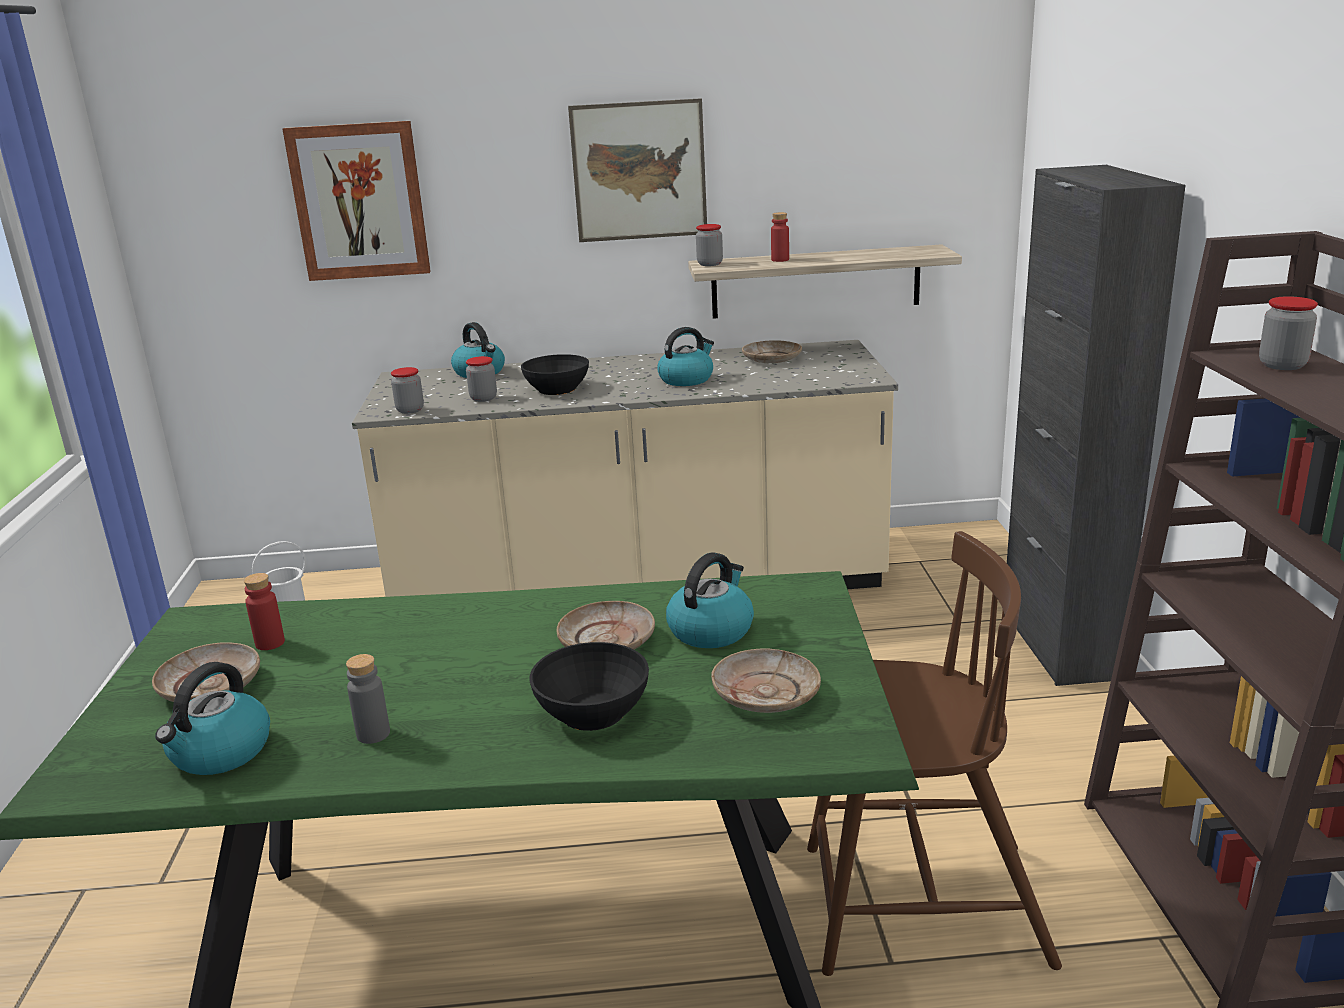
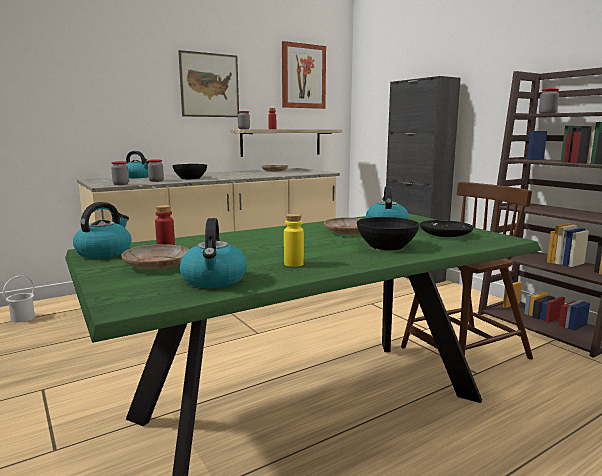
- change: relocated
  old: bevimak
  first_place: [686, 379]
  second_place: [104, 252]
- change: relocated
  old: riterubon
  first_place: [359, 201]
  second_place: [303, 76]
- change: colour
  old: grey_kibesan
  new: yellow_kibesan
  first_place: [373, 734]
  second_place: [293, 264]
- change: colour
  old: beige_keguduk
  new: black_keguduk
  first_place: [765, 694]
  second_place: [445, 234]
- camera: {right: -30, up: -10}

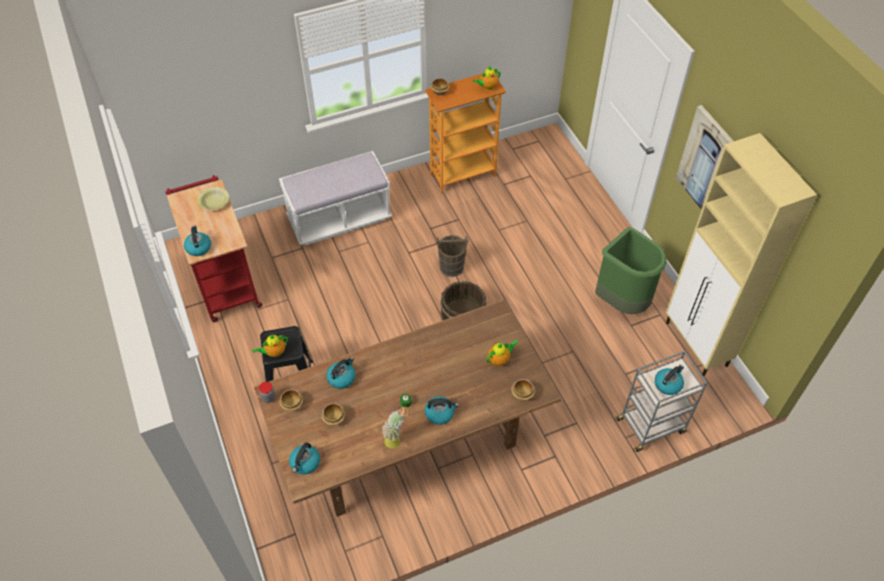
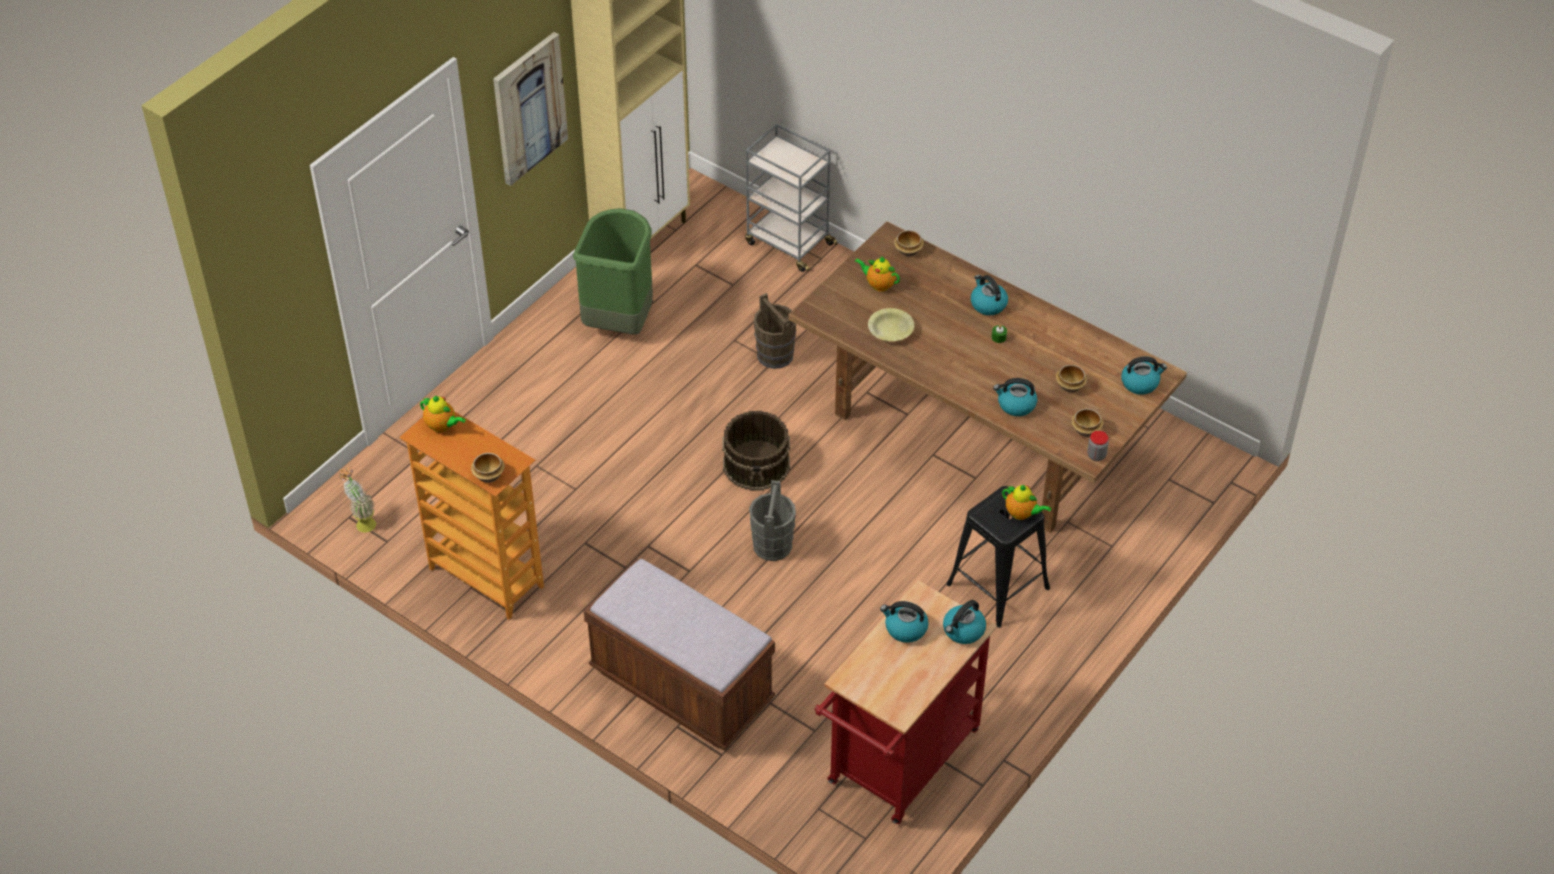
- change: relocated
  old: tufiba
  first_place: [396, 439]
  second_place: [362, 522]
- change: colour
  old: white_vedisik
  new: brown_vedisik
  first_place: [339, 219]
  second_place: [681, 687]
- change: appeared
  new: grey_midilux
  second_place: [772, 545]
- change: relocated
  old: brown_midilux
  first_place: [451, 267]
  second_place: [775, 355]
- change: relocated
  old: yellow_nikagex
  first_place: [214, 202]
  second_place: [890, 330]
- change: relocated
  old: bevimak
  first_place: [668, 384]
  second_place: [905, 628]
- camera: {right: -120, up: -5}

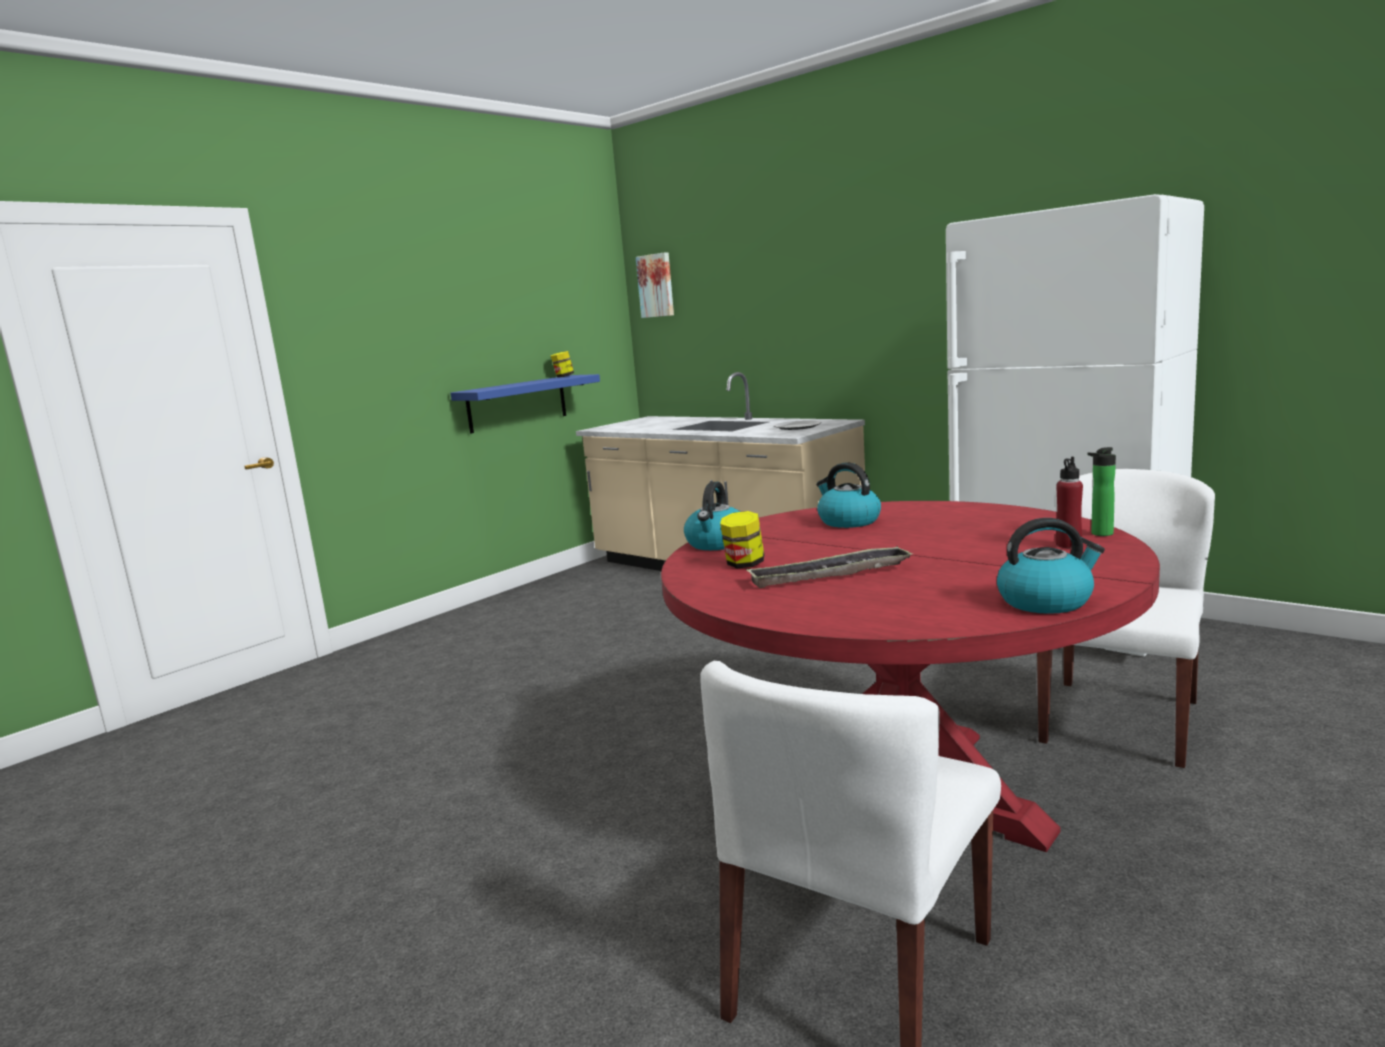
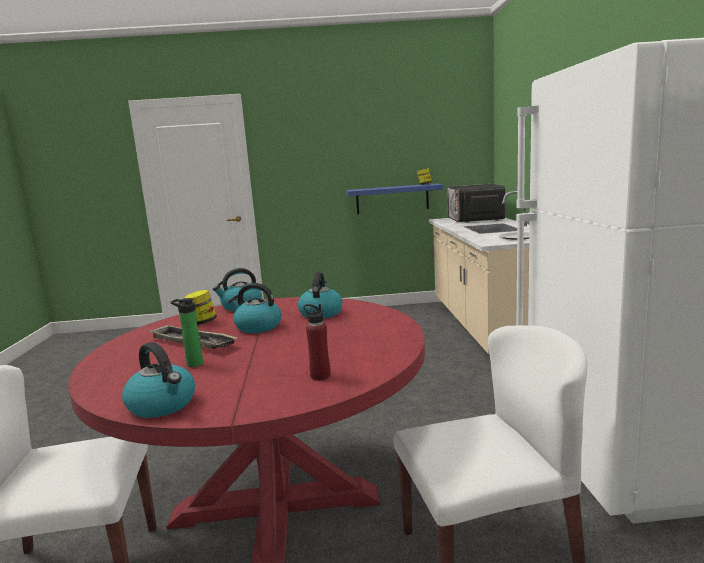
- change: relocated
  old: kibesan
  first_place: [1100, 534]
  second_place: [192, 364]
- change: appeared
  new: bevimak
  second_place: [257, 327]
- change: appeared
  new: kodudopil
  second_place: [474, 219]
- change: missing
  old: riterubon
  first_place: [656, 285]
- camera: {right: 45, up: 0}

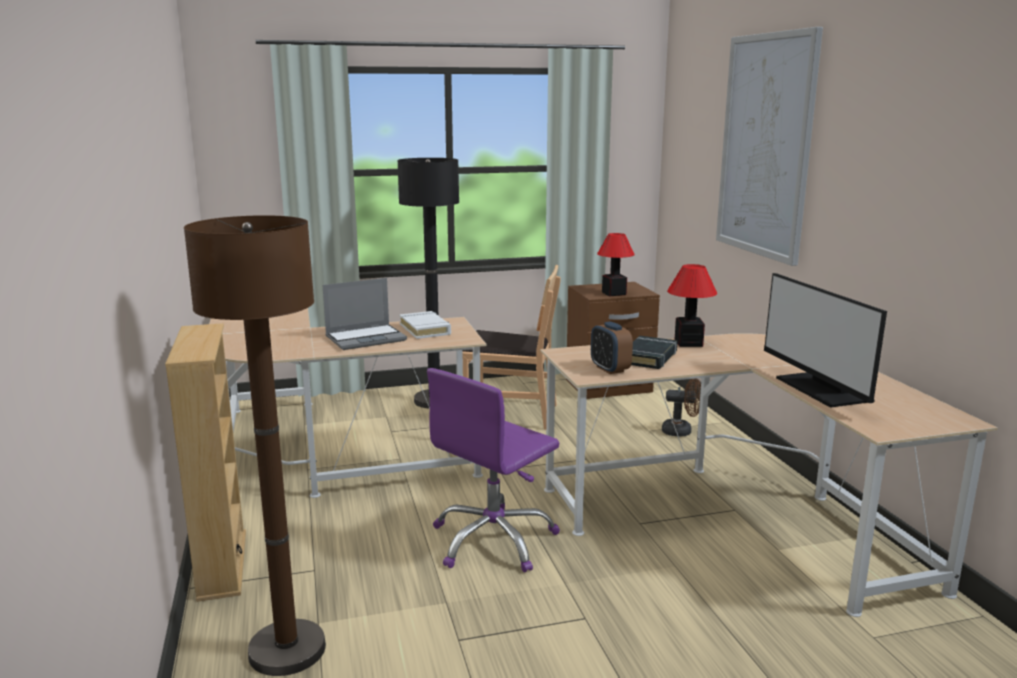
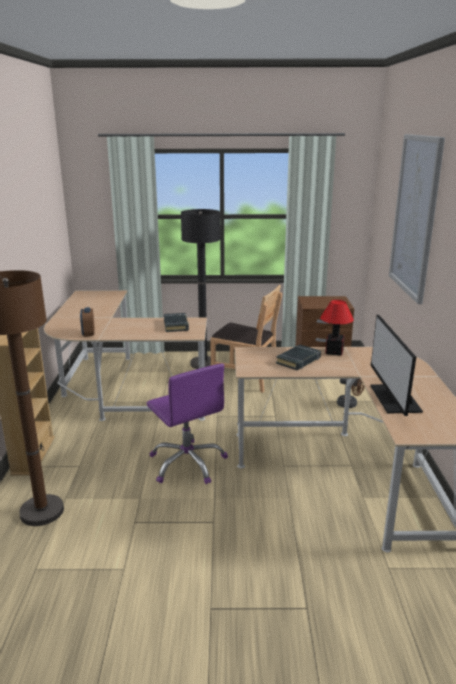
- change: relocated
  old: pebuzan
  first_place: [610, 369]
  second_place: [88, 333]
- change: spun
  old: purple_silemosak
  first_place: [494, 540]
  second_place: [188, 463]
  degrees: -90
- change: colour
  old: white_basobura
  new: black_basobura
  first_place: [425, 329]
  second_place: [176, 325]
- change: missing
  old: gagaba
  first_place: [366, 338]
- change: missing
  old: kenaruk
  first_place: [614, 293]
- camera: {right: 15, up: 5}

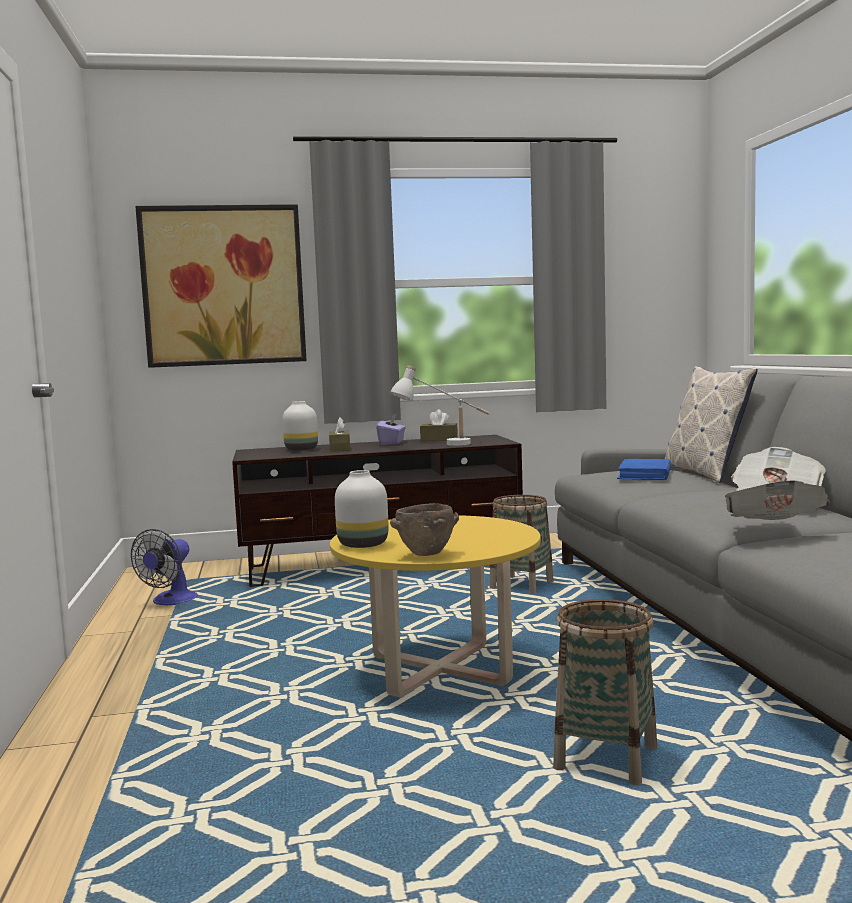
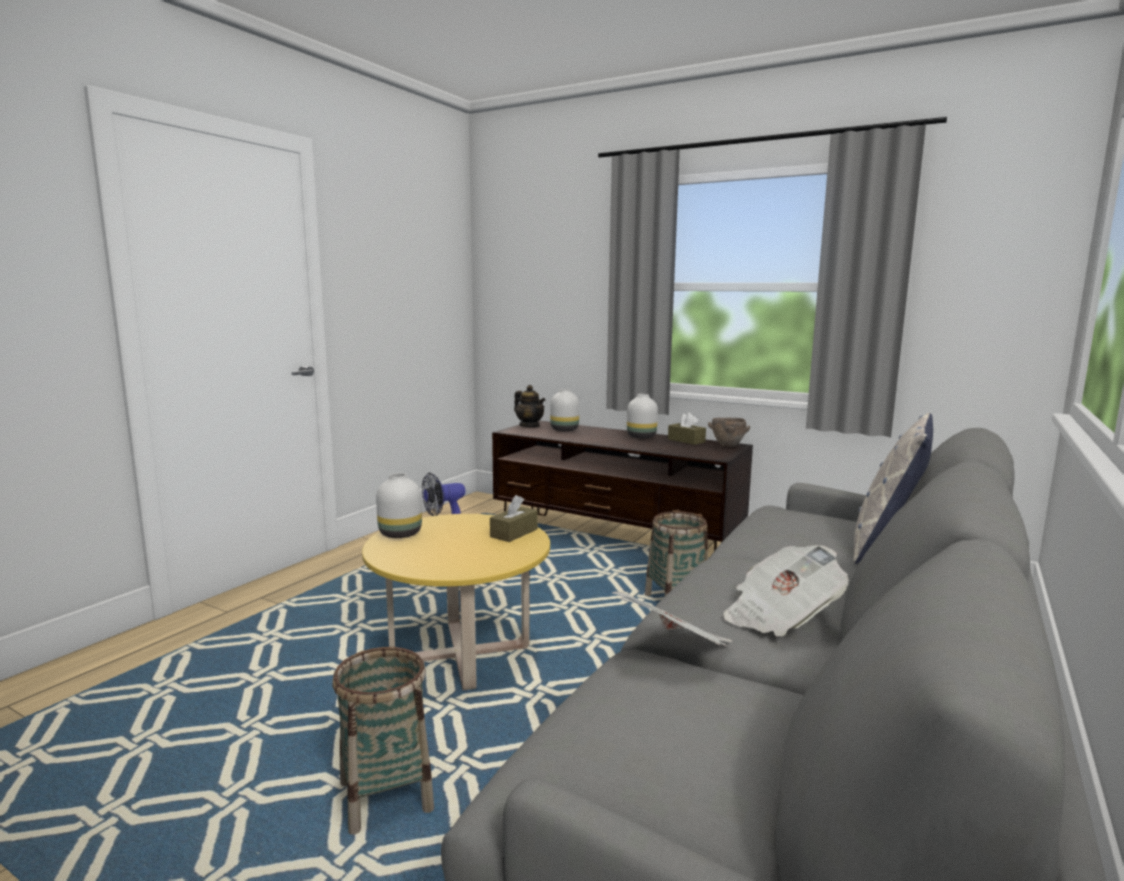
- change: relocated
  old: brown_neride
  first_place: [340, 448]
  second_place: [514, 533]
- change: appeared
  new: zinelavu
  second_place: [529, 426]
- change: exchanged
  old: purple_neride
  new: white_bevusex
  first_place: [392, 443]
  second_place: [641, 436]
- change: relocated
  old: brown_nikagex
  first_place: [427, 554]
  second_place: [728, 446]
- change: missing
  old: riterubon
  first_place: [223, 286]
- change: missing
  old: white_kenaruk
  first_place: [443, 445]
- change: missing
  old: blue_basobura
  first_place: [645, 474]
- camera: {right: 40, up: 5}

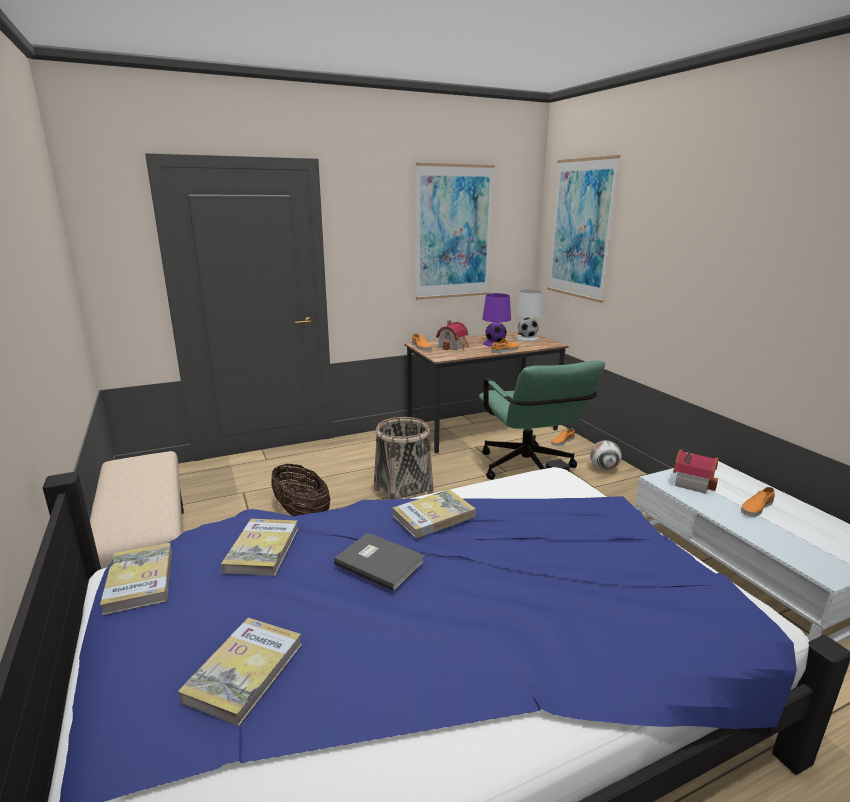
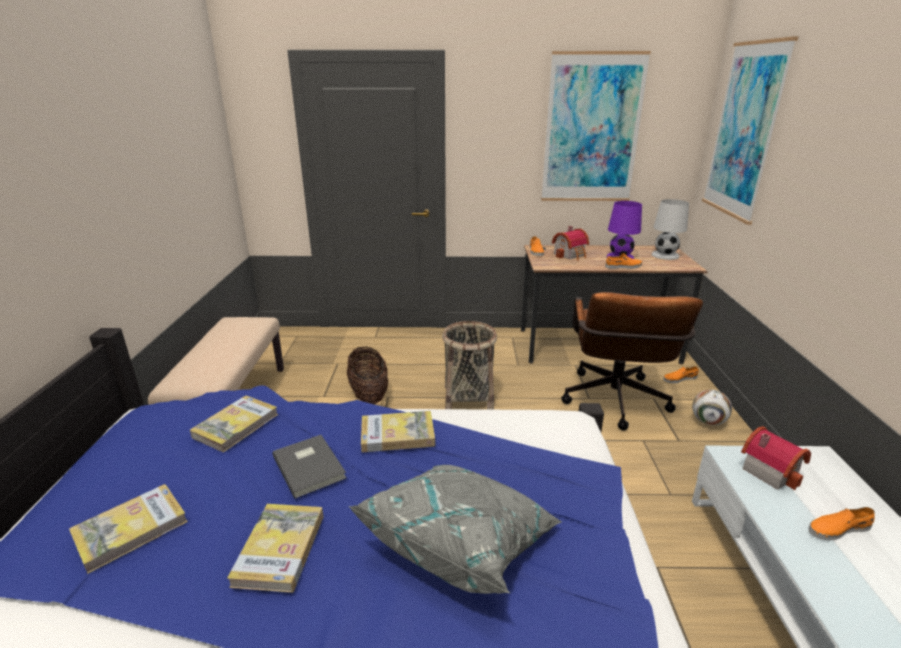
- change: relocated
  old: basobura
  first_place: [140, 580]
  second_place: [280, 549]
- change: appeared
  new: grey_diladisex
  second_place: [462, 542]
- change: colour
  old: green_silemosak
  new: brown_silemosak
  first_place: [529, 471]
  second_place: [615, 404]
- camera: {right: 25, up: 5}

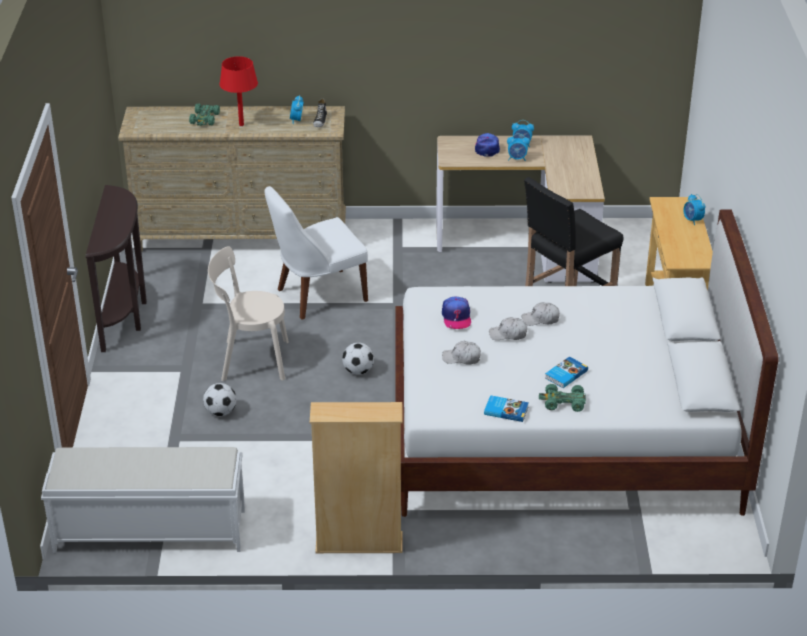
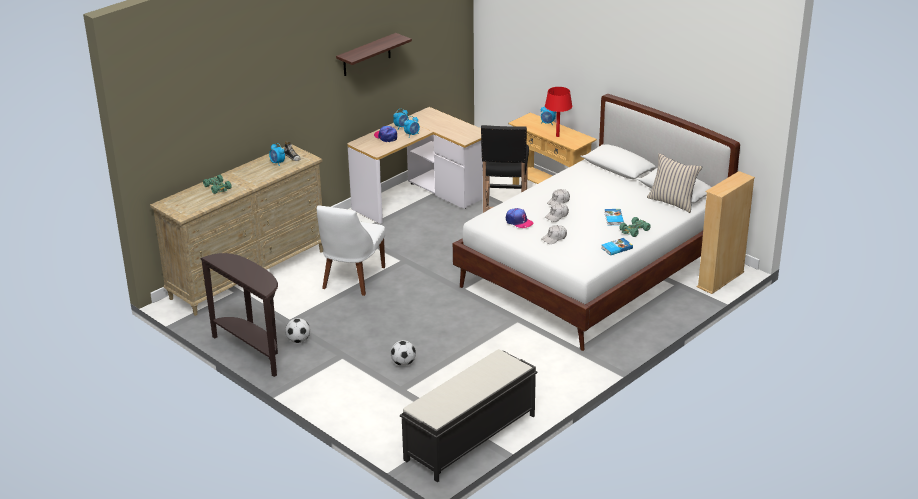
- change: relocated
  old: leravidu
  first_place: [358, 371]
  second_place: [298, 340]
- change: appeared
  new: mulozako
  second_place: [366, 55]
- change: colour
  old: white_vedisik
  new: black_vedisik
  first_place: [148, 530]
  second_place: [469, 438]
- change: relocated
  old: red_kenaruk
  first_place: [241, 125]
  second_place: [557, 136]
- change: appeared
  new: beige_diladisex
  second_place: [672, 202]
- change: relocated
  old: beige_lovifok
  first_place: [359, 543]
  second_place: [720, 280]
- change: missing
  old: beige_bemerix
  first_place: [250, 360]
- camera: {right: -45, up: -5}

